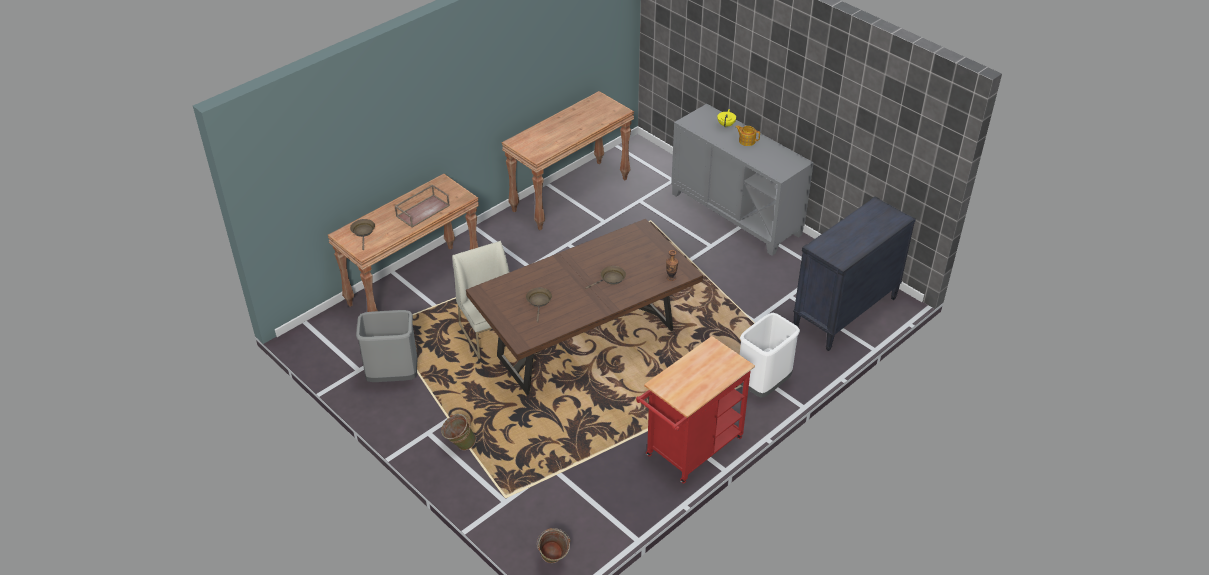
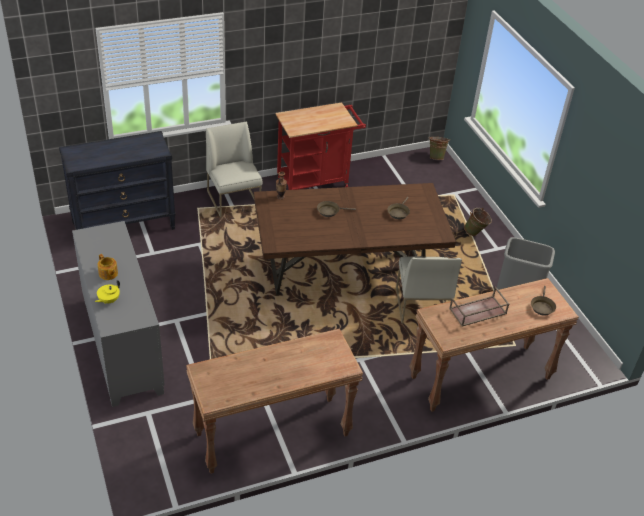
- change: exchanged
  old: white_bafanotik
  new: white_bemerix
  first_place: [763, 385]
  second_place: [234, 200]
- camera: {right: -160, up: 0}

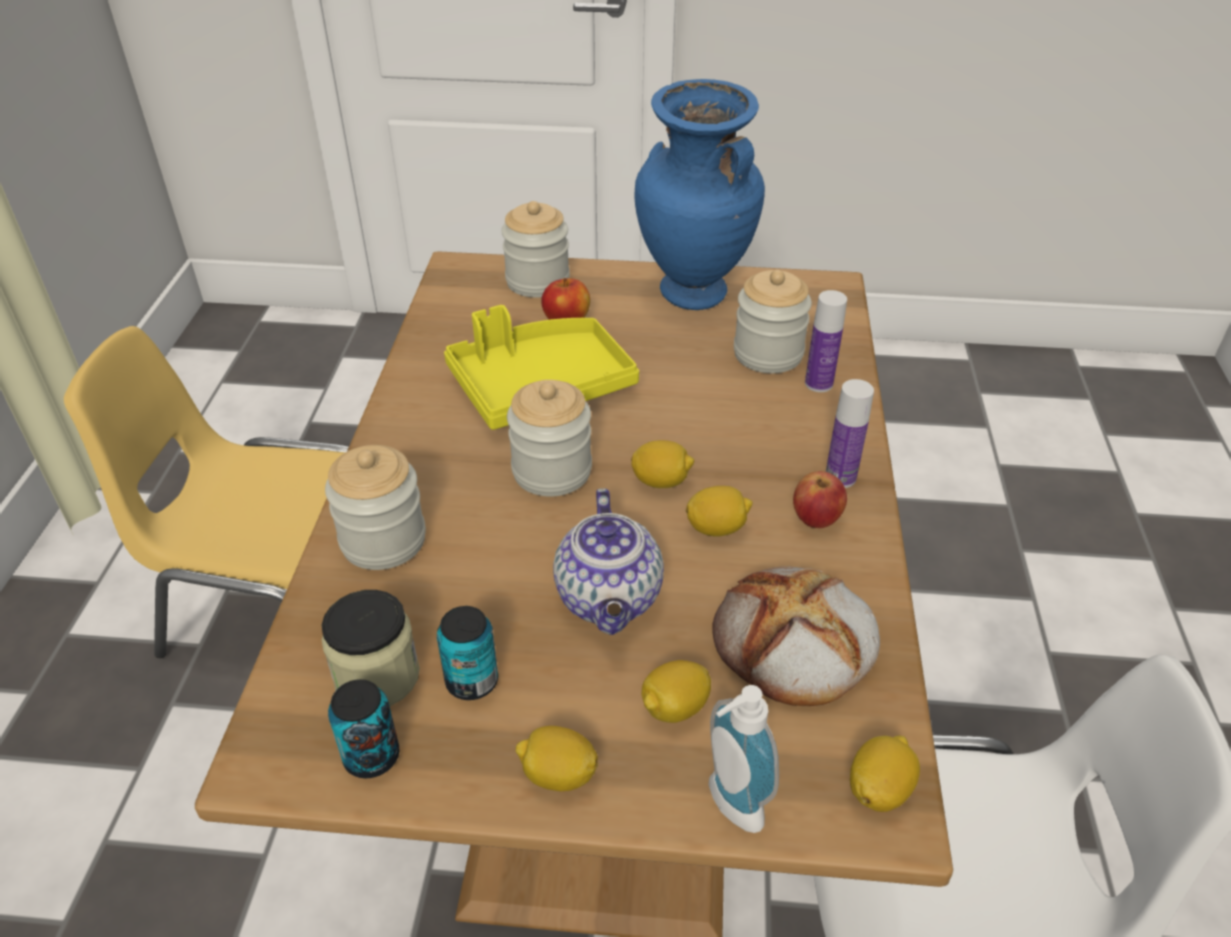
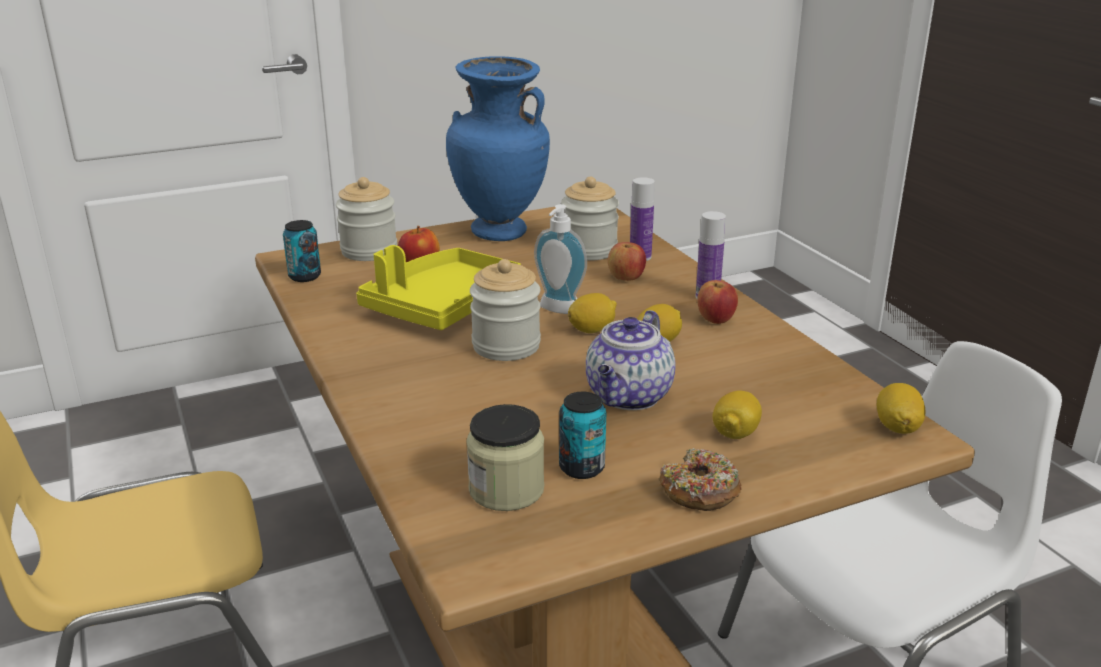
- change: relocated
  old: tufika
  first_place: [371, 756]
  second_place: [304, 276]
- change: relocated
  old: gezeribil
  first_place: [728, 807]
  second_place: [557, 310]
- change: spun
  old: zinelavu
  first_place: [610, 600]
  second_place: [629, 397]
  degrees: 60
- change: appeared
  new: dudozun
  second_place: [626, 278]
- change: exchanged
  old: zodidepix
  new: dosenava
  first_place: [558, 775]
  second_place: [700, 491]
- change: missing
  old: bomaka
  first_place: [383, 540]
- change: missing
  old: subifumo
  first_place: [794, 643]
- camera: {right: -30, up: -15}

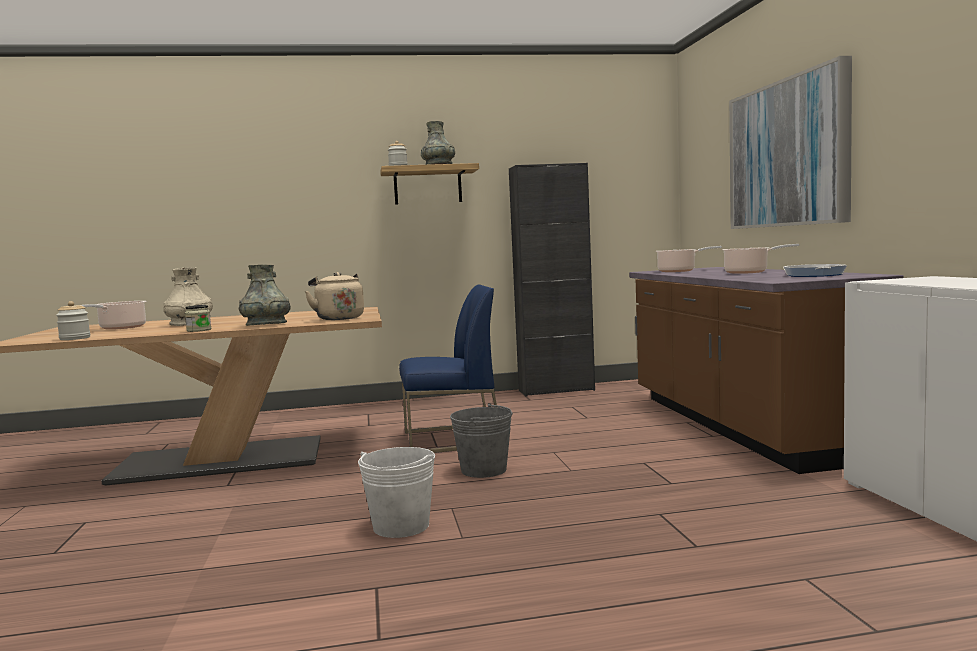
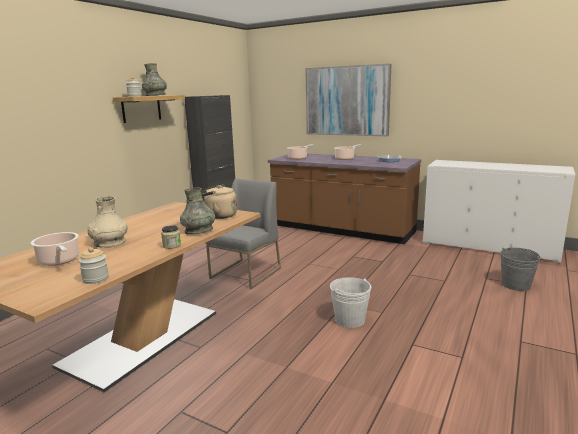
- change: colour
  old: blue_bemerix
  new: grey_bemerix
  first_place: [451, 439]
  second_place: [246, 273]
- change: relocated
  old: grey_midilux
  first_place: [484, 470]
  second_place: [516, 285]
- camera: {right: -50, up: 10}

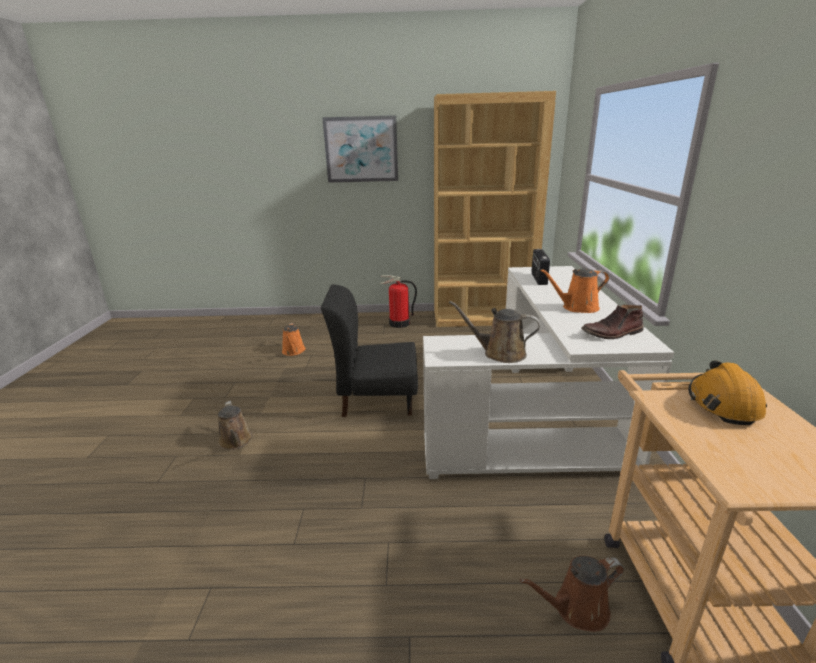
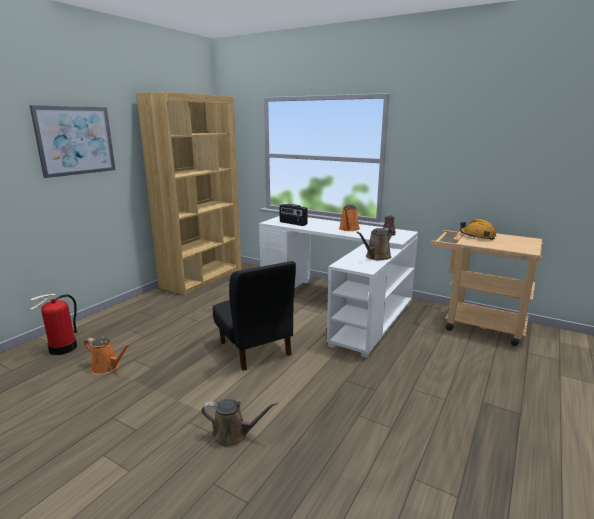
- change: relocated
  old: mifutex
  first_place: [399, 323]
  second_place: [63, 348]
- change: spun
  old: black_bemerix
  first_place: [376, 399]
  second_place: [255, 349]
  degrees: -60
- change: missing
  old: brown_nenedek
  first_place: [576, 609]
- camera: {right: -60, up: -5}

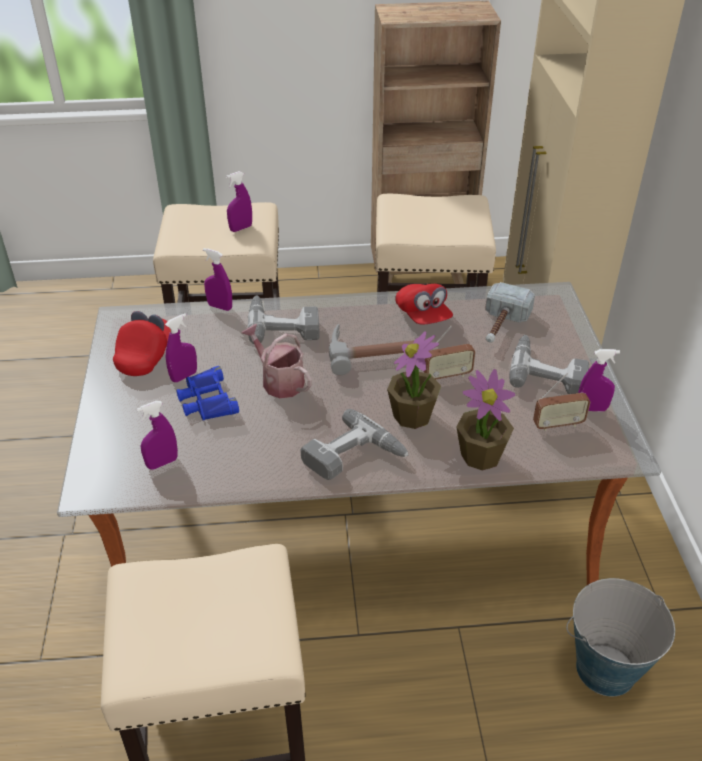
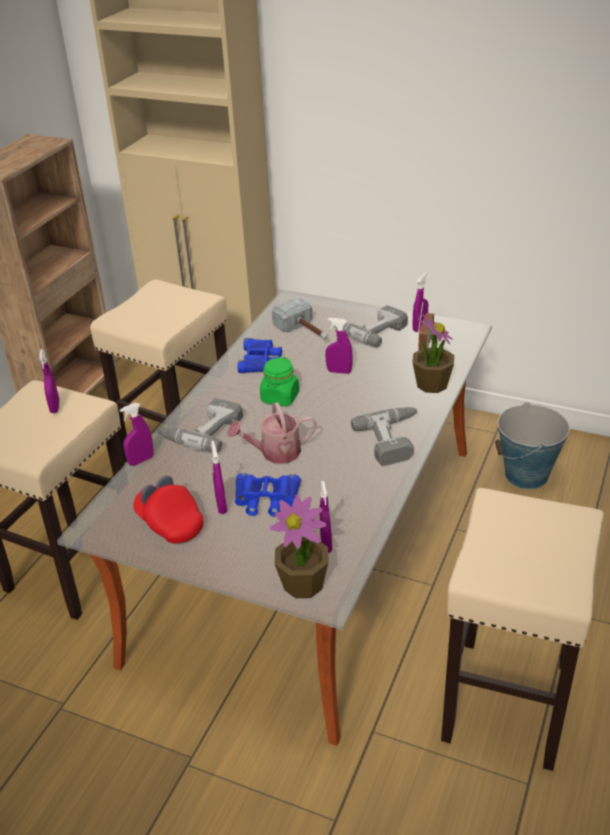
- change: exchanged
  old: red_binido
  new: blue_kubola
  first_place: [423, 316]
  second_place: [260, 360]
- change: exchanged
  old: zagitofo
  new: green_bomaka
  first_place: [370, 352]
  second_place: [280, 397]
- change: relocated
  old: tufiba
  first_place: [412, 416]
  second_place: [303, 584]
- change: exchanged
  old: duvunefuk
  new: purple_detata
  first_place: [447, 376]
  second_place: [339, 371]
- camera: {right: -60, up: -5}

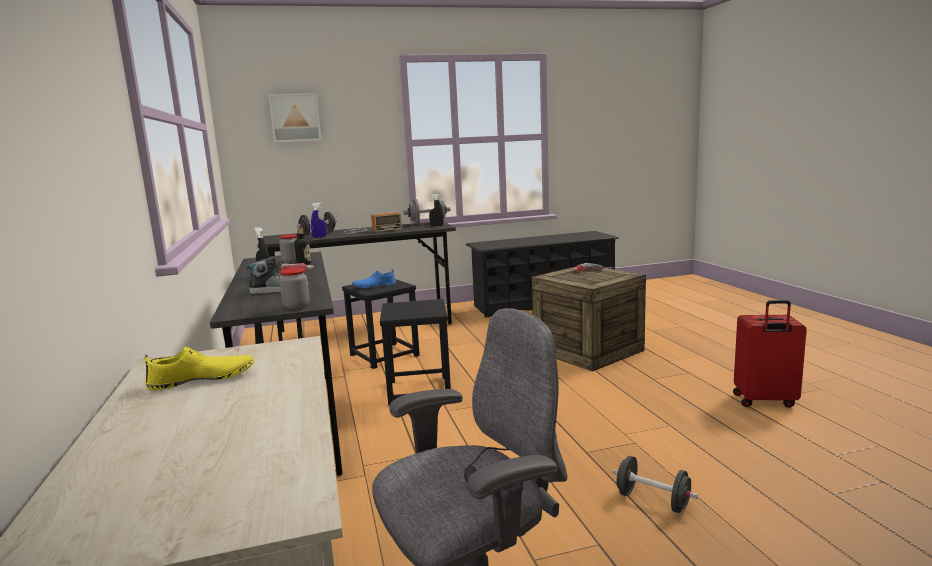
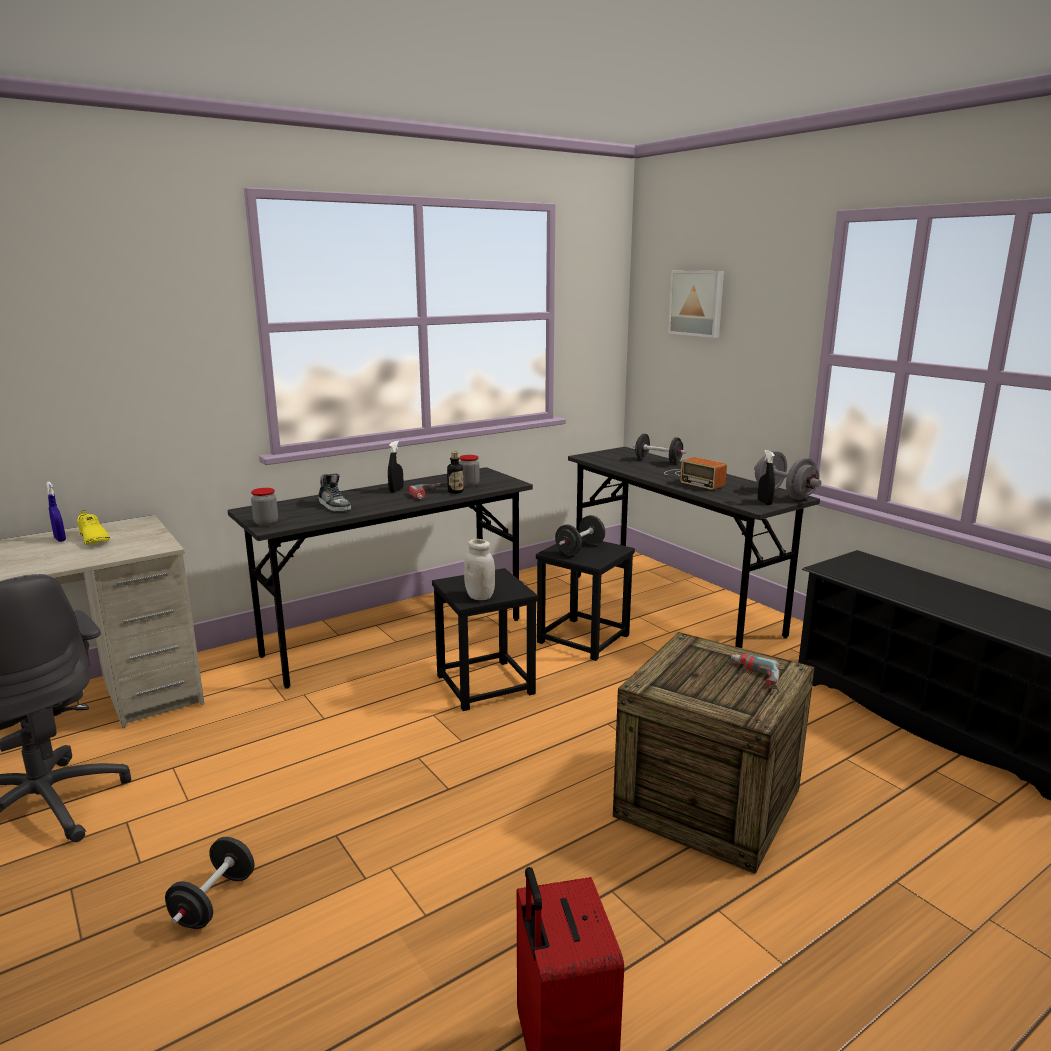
- change: relocated
  old: blue_detata
  first_place: [319, 237]
  second_place: [60, 539]
- change: appeared
  new: white_bomaka
  second_place: [480, 596]
- change: exchanged
  old: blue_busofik
  new: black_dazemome
  first_place: [374, 286]
  second_place: [580, 549]
- camera: {right: 70, up: 5}

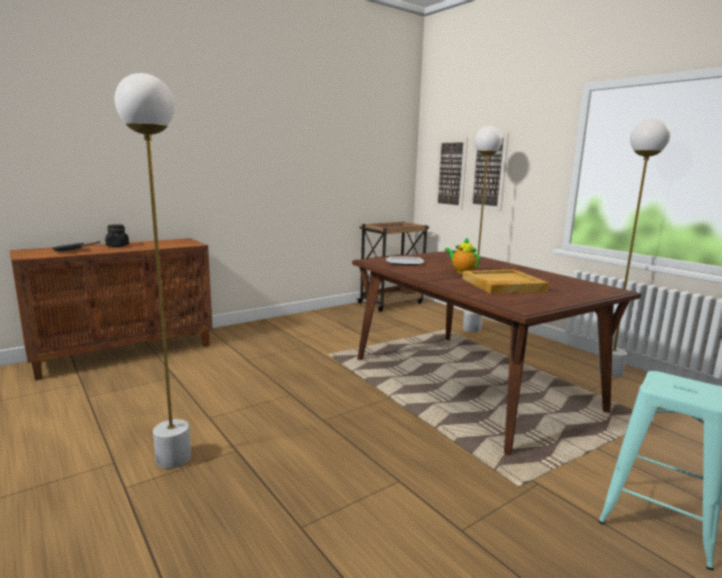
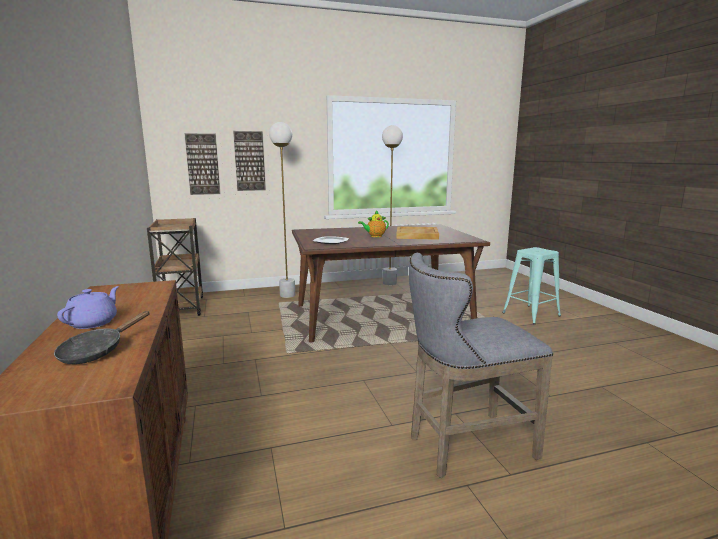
- change: exchanged
  old: black_bomaka
  new: purple_zinelavu
  first_place: [117, 246]
  second_place: [93, 323]
- change: exchanged
  old: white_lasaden
  new: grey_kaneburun
  first_place: [173, 458]
  second_place: [464, 446]
- camera: {right: -70, up: 0}

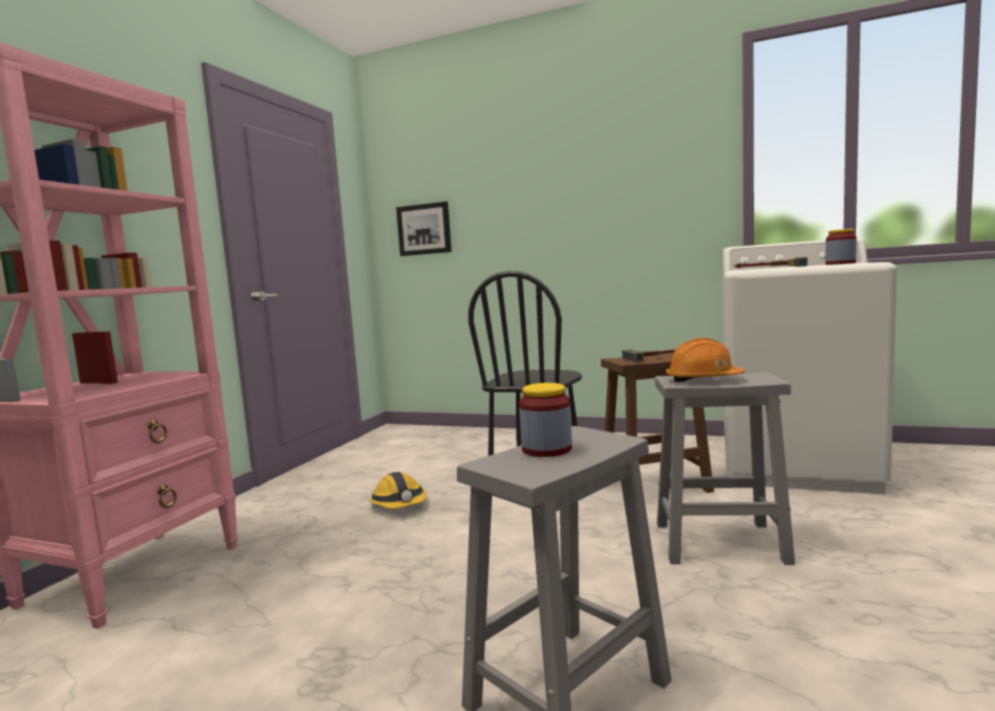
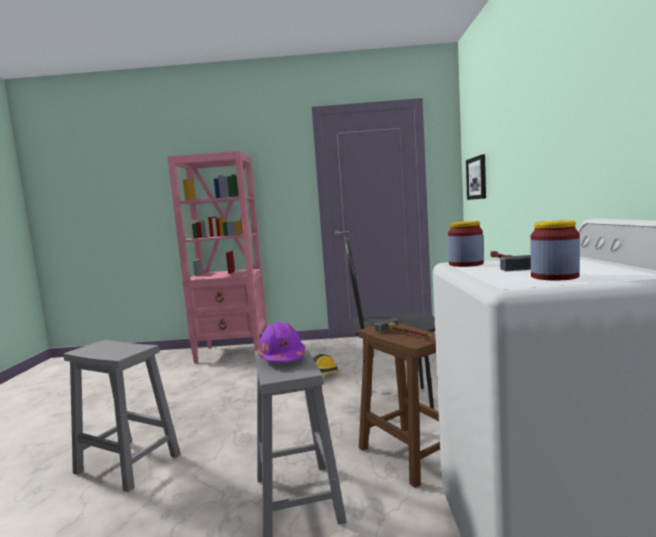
- change: colour
  old: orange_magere
  new: purple_magere
  first_place: [703, 380]
  second_place: [282, 357]
- change: relocated
  old: bomaka
  first_place: [546, 449]
  second_place: [466, 264]
- camera: {right: 70, up: 0}

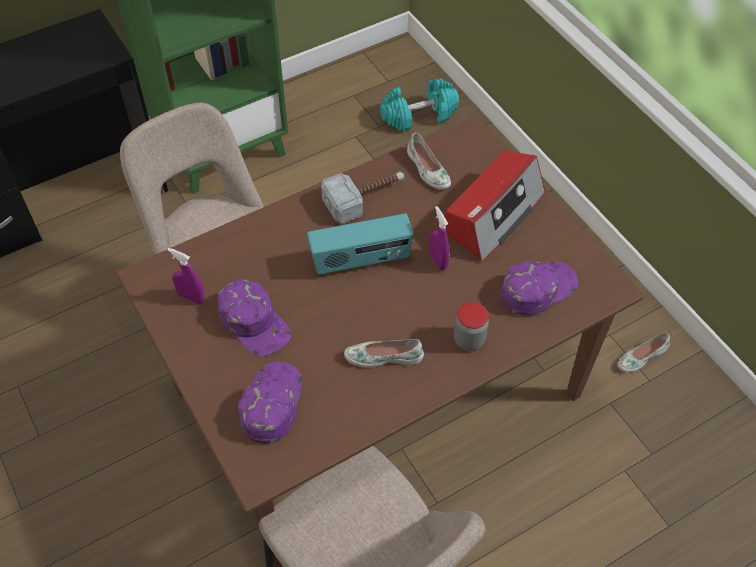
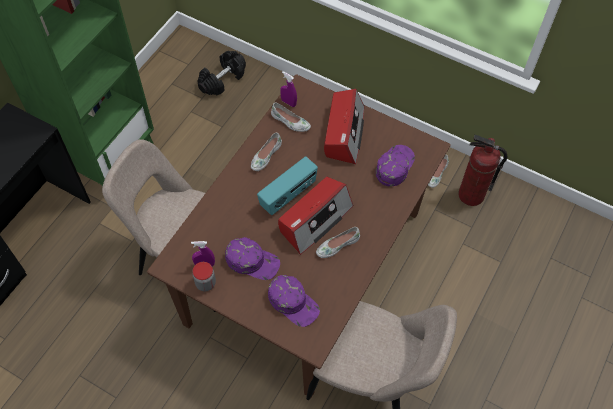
- change: relocated
  old: bomaka
  first_place: [469, 340]
  second_place: [205, 283]
- change: colour
  old: turquoise_dazemome
  new: black_dazemome
  first_place: [419, 116]
  second_place: [222, 80]
- change: exchanged
  old: zagitofo
  new: white_busofik
  first_place: [365, 197]
  second_place: [265, 155]
- change: spun
  old: purple_binido
  first_place: [271, 403]
  second_place: [293, 302]
  degrees: 150
- change: appeared
  new: duvunefuk
  second_place: [314, 219]
- change: relocated
  old: purple_detata
  first_place: [437, 261]
  second_place: [288, 102]
- change: appeared
  new: mifutex
  second_place: [471, 195]
- camera: {right: -30, up: 5}

